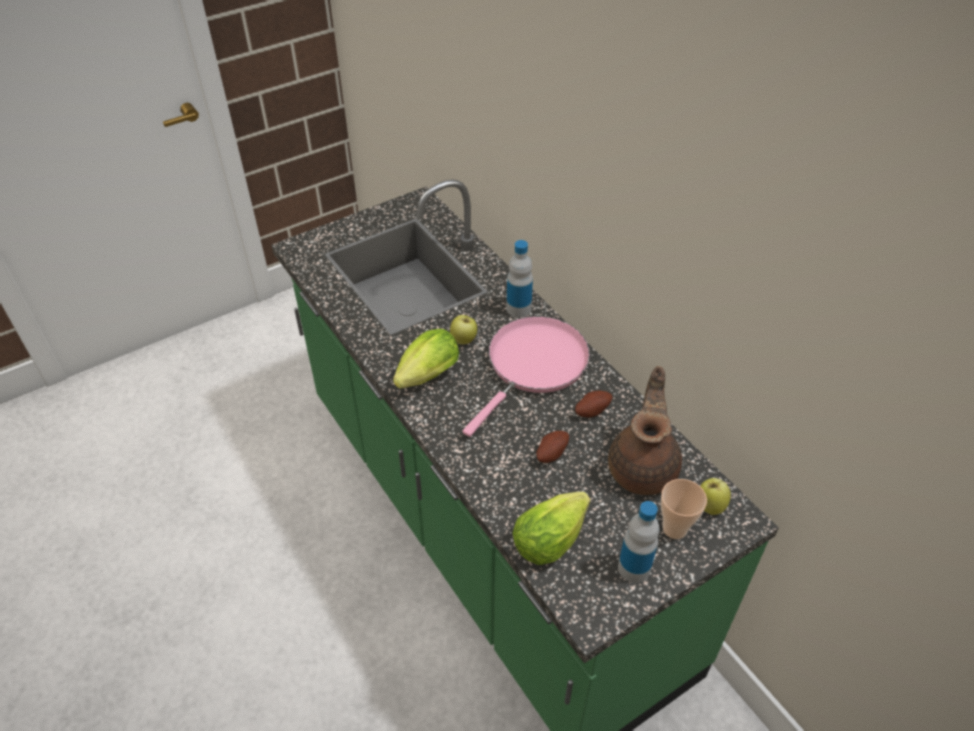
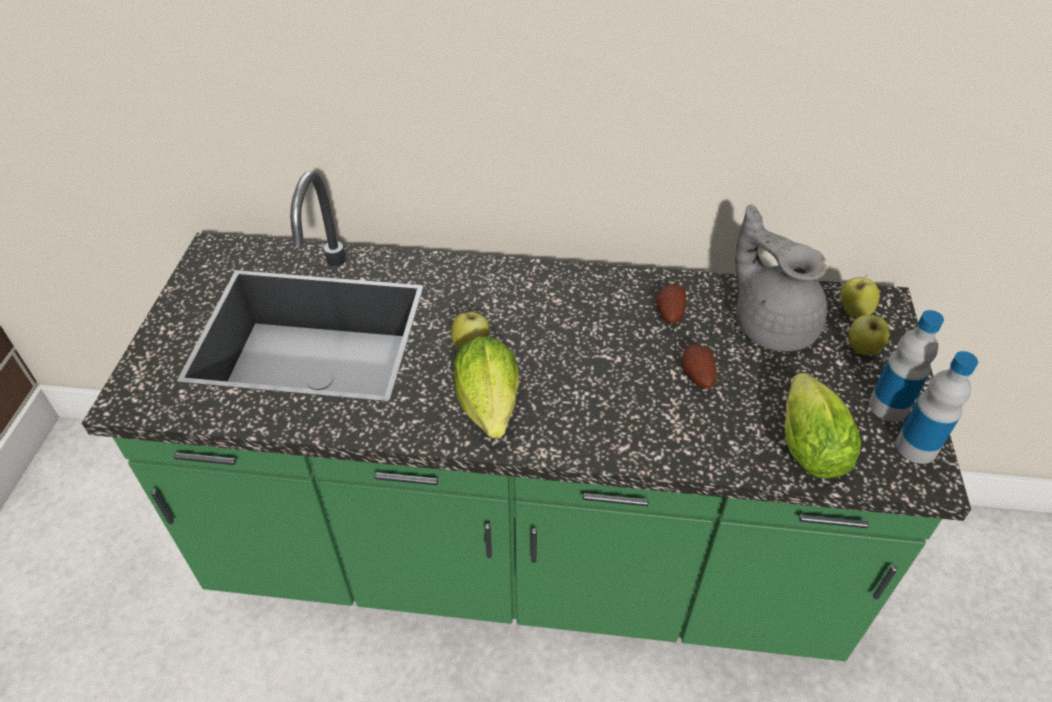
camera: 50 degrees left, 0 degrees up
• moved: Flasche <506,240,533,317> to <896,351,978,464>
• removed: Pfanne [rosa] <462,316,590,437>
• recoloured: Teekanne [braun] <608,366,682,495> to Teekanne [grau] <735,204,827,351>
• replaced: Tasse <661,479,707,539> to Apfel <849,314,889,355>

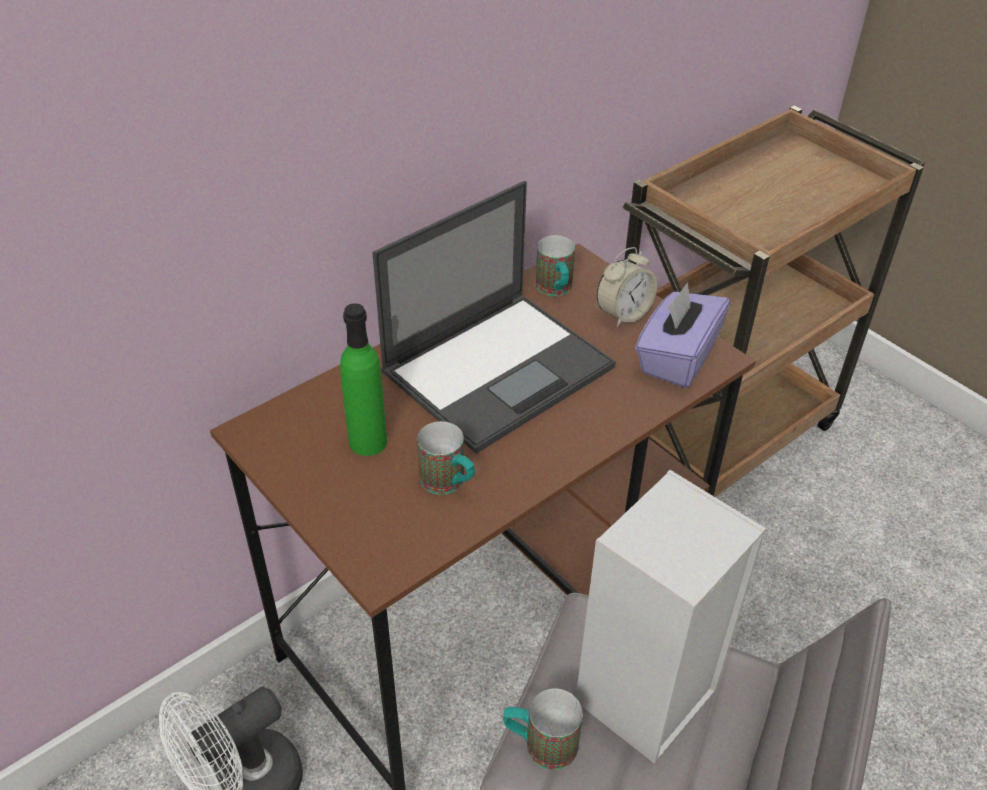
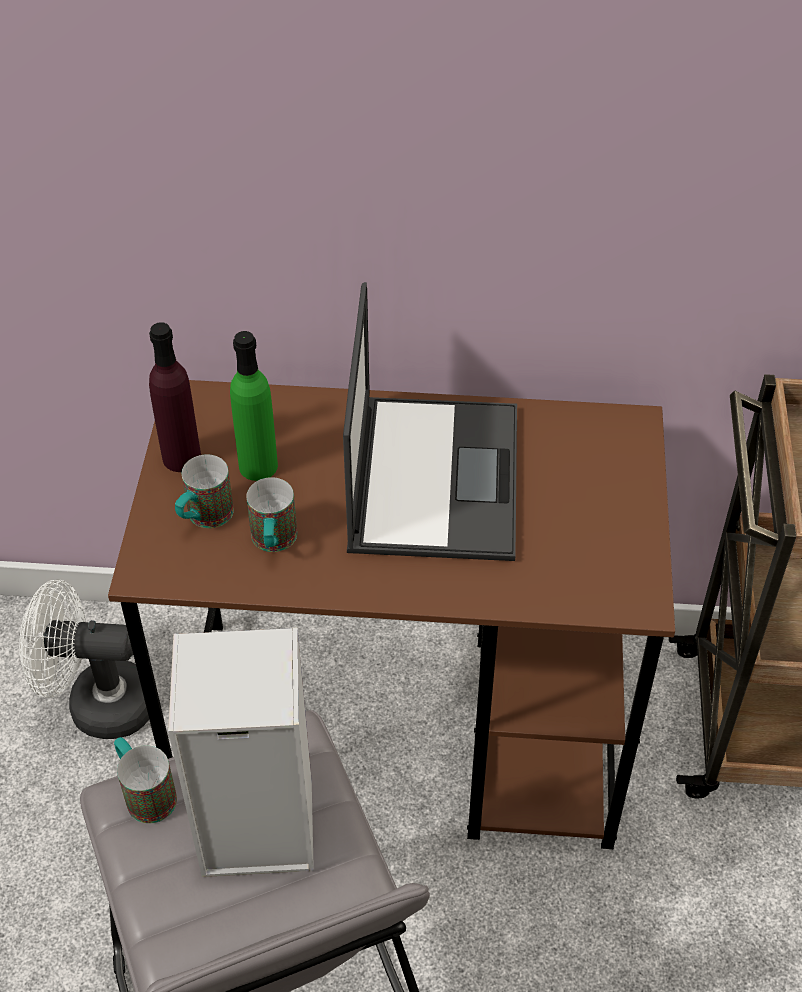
camera: 45 degrees right, 5 degrees up
• turned: Laptop <372,181,616,454> = <343,282,517,561> 90 degrees counterclockwise
• moved: Henkelbecher <536,235,575,296> to <175,454,234,528>
• removed: Wecker <596,247,657,327>
• removed: Taschentuchbox [lila] <635,282,730,388>
• added: Flasche [lila] <149,322,201,472>

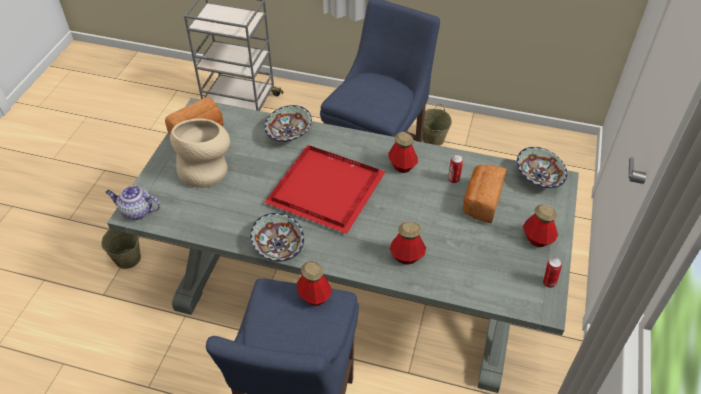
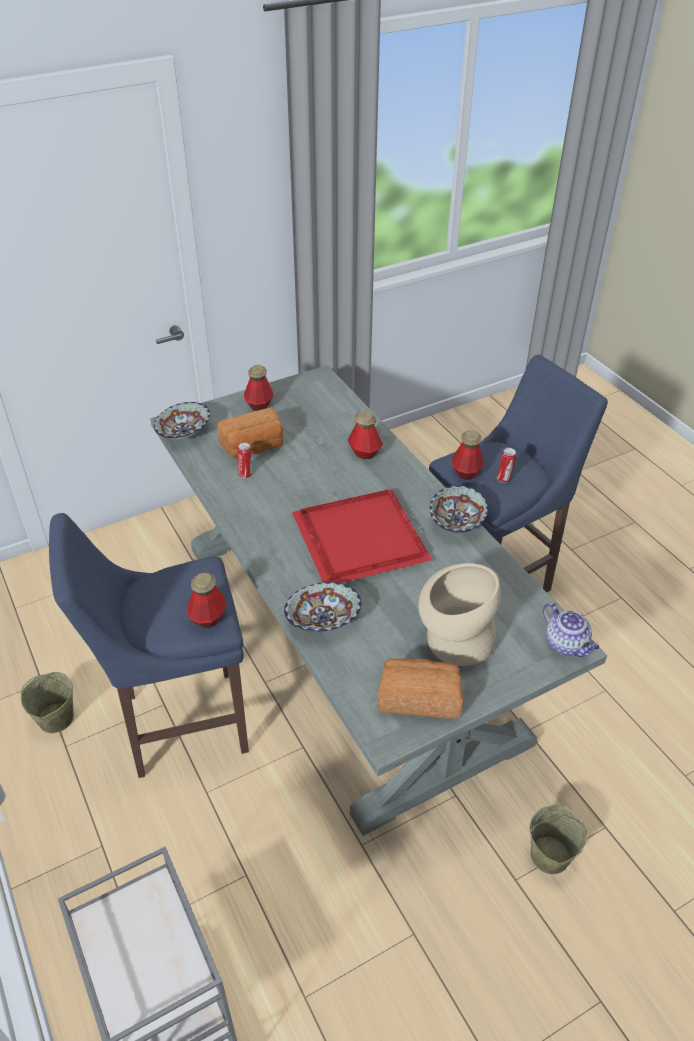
camera: 135 degrees left, 5 degrees down
• moved: Flasche <388,132,418,173> to <187,572,226,628>
• moved: Dose <543,257,562,288> to <497,448,516,483>

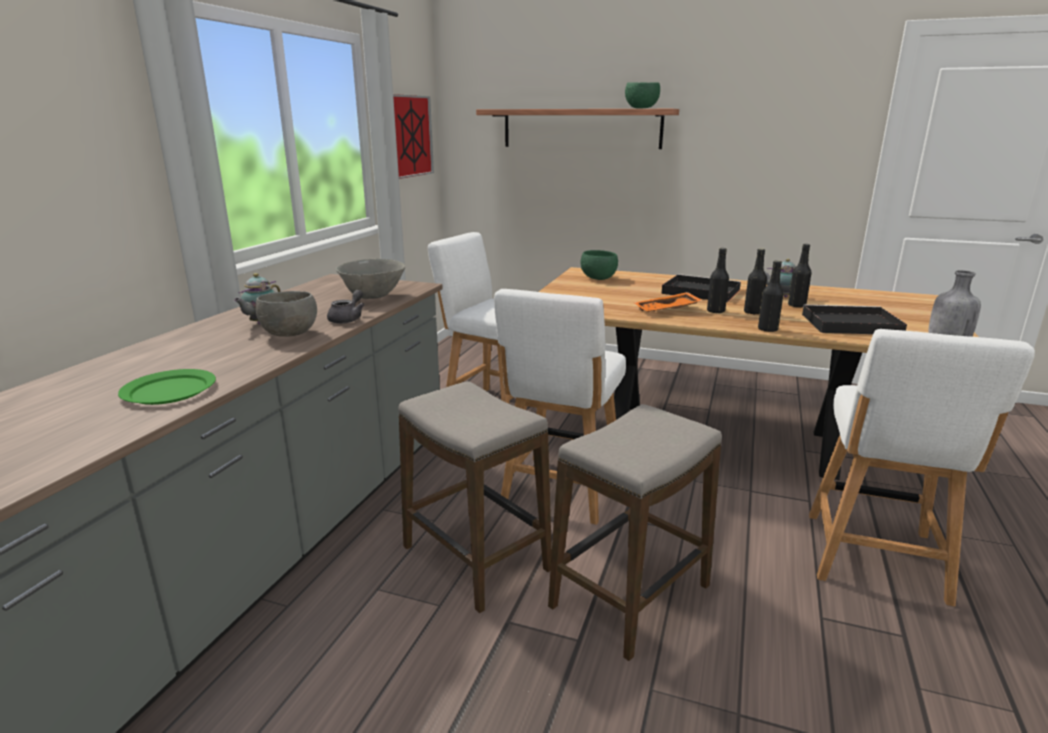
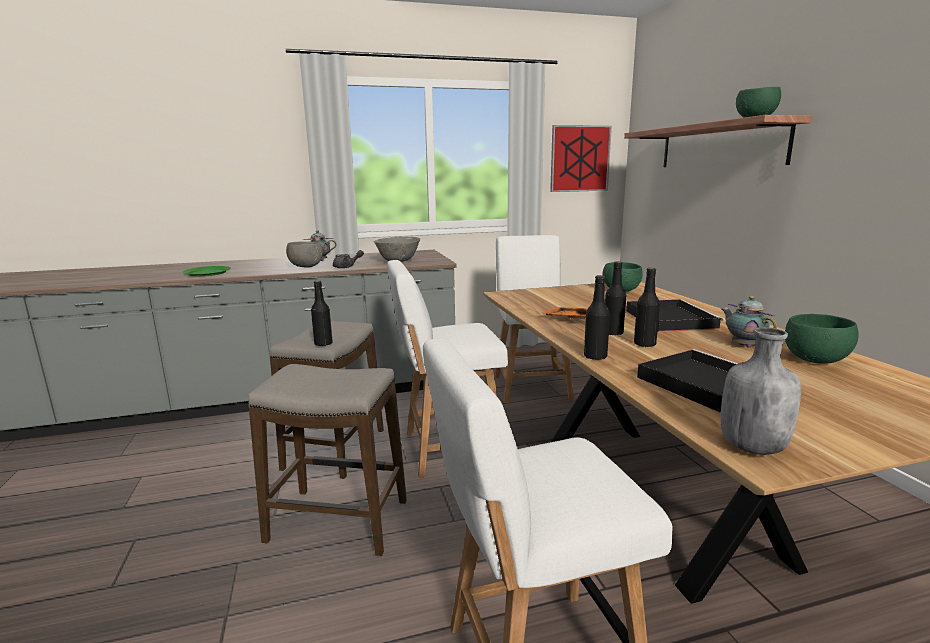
camera: 55 degrees right, 5 degrees down
• moved: Flasche [schwarz] <788,244,811,308> to <311,280,333,346>
• added: Schüssel [grün] <785,314,859,364>

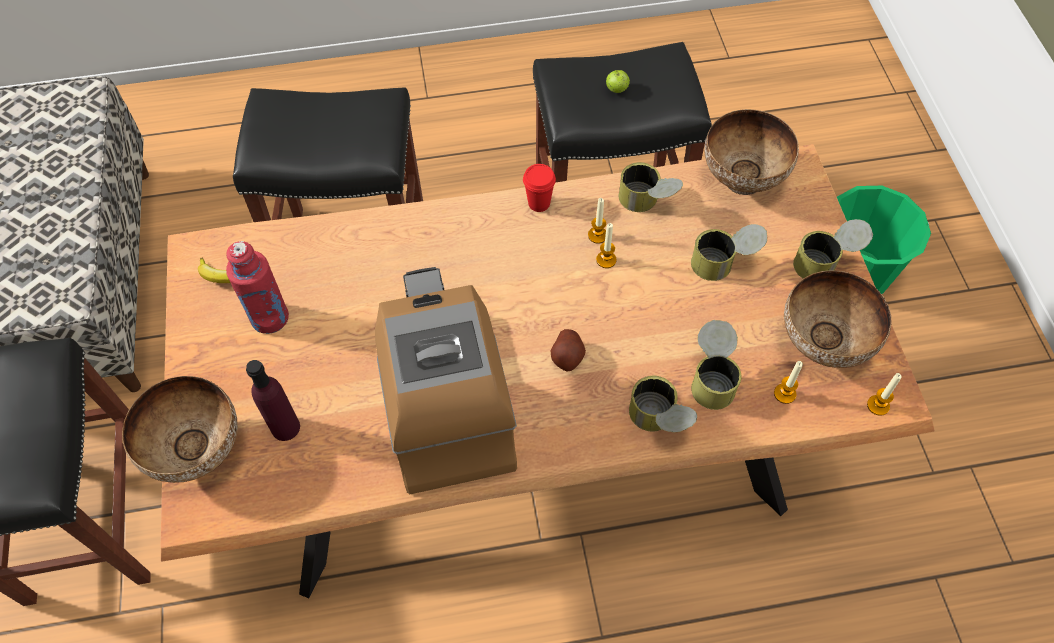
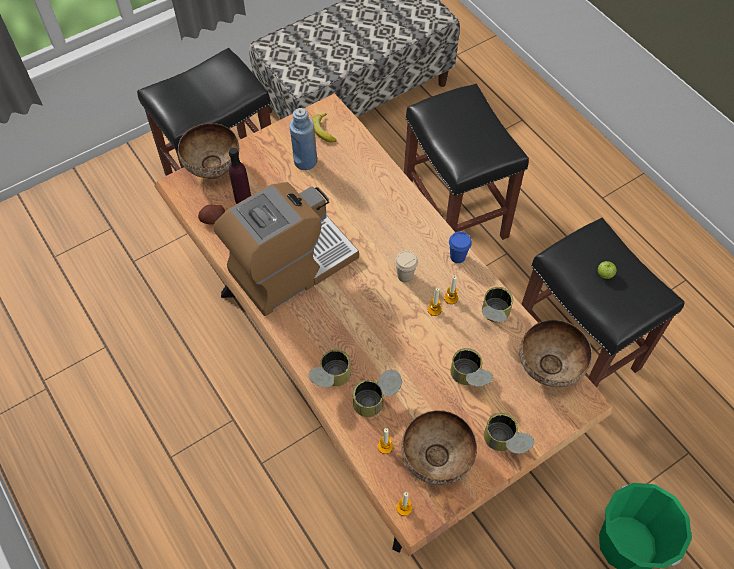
camera: 65 degrees right, 0 degrees up
• recoloured: Tasse [rot] <523,164,556,212> to Tasse [blau] <449,231,472,263>
• recoloured: Flasche [rot] <226,241,289,334> to Flasche [blau] <289,108,317,170>
• moved: Kartoffel <551,329,586,372> to <198,205,225,225>
• added: Tasse [beige] <395,251,418,283>

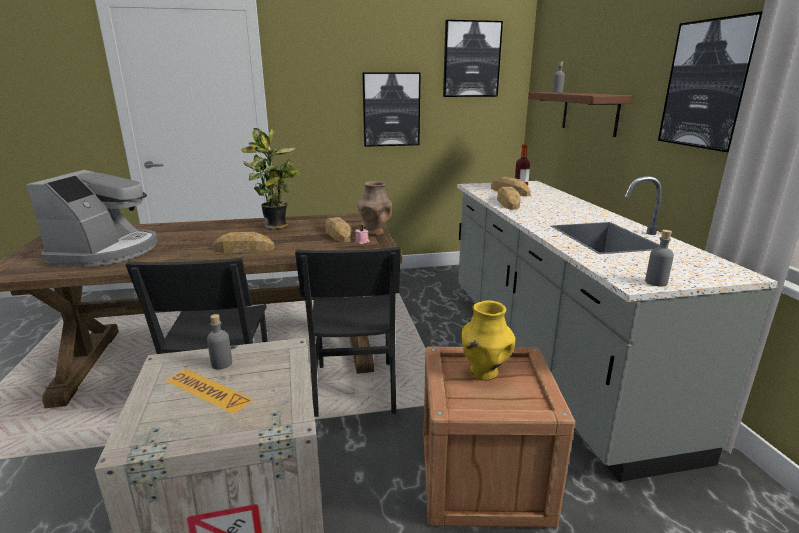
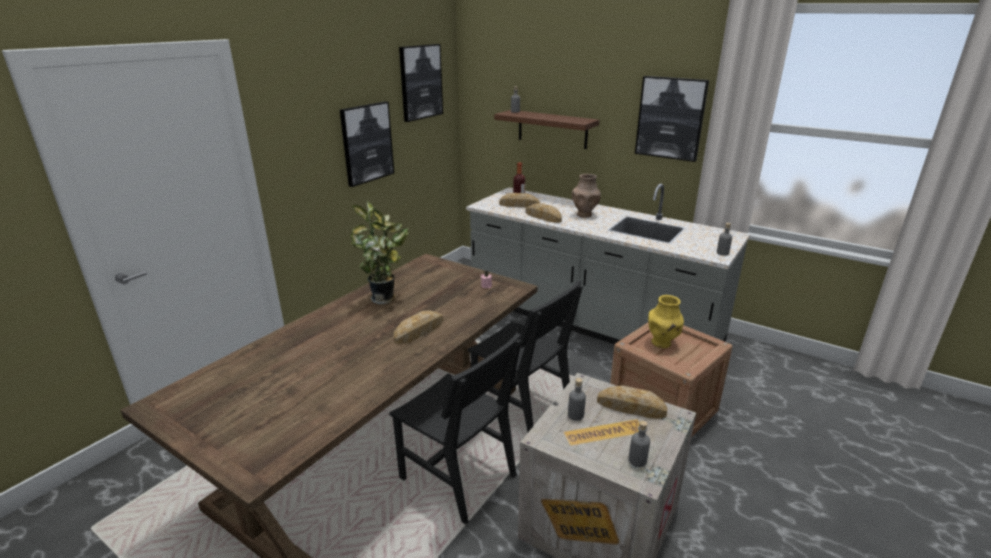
camera: 45 degrees left, 5 degrees up
• removed: Kaffeemaschine <26,170,157,266>
• moved: Vase [braun] <357,181,392,235> to <572,174,601,217>
• moved: Brot <325,217,351,242> to <597,386,668,419>
• added: Flasche [grau] <629,421,650,467>

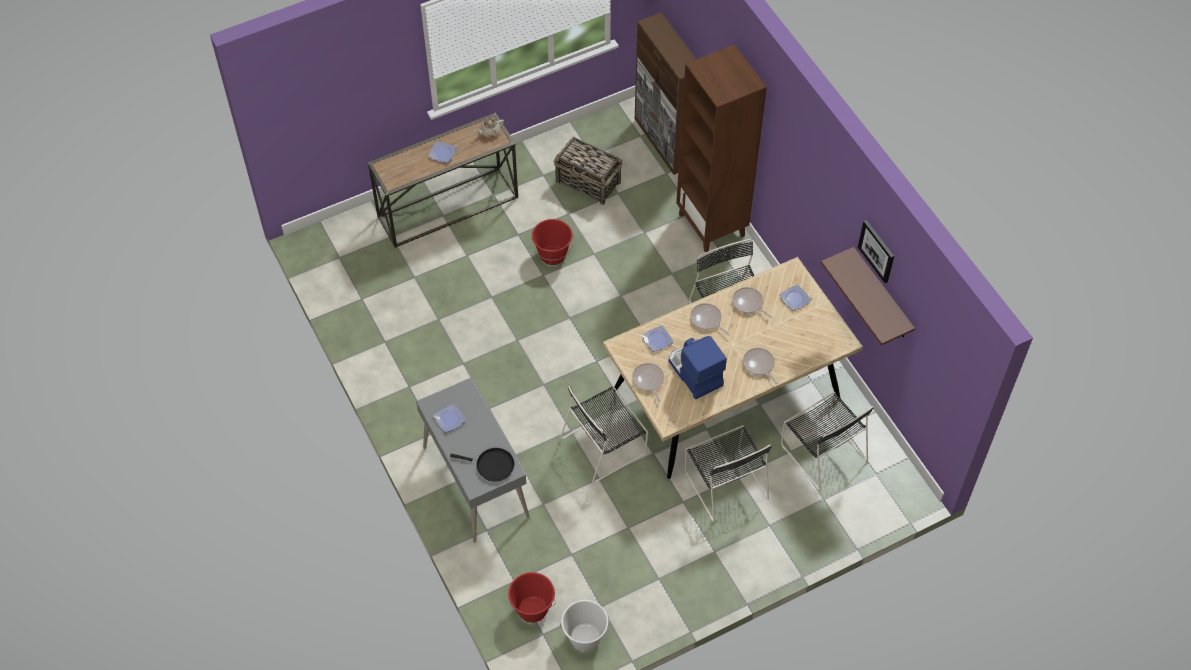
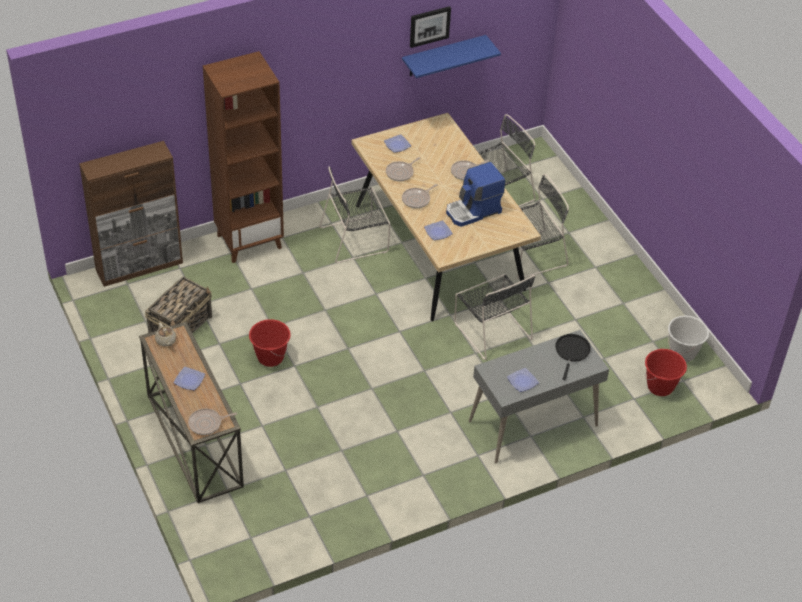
camera: 90 degrees left, 10 degrees down
• recoloured: Wandregal [braun] <821,247,915,345> to Wandregal [blau] <402,35,501,78>
• moved: Pfanne <632,363,664,402> to <188,408,237,435>

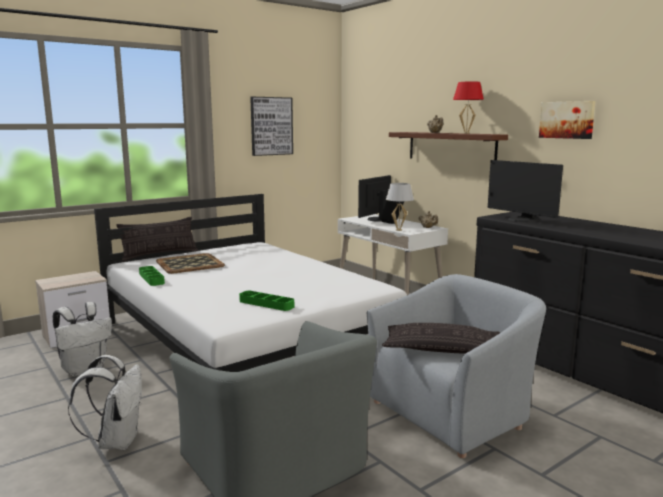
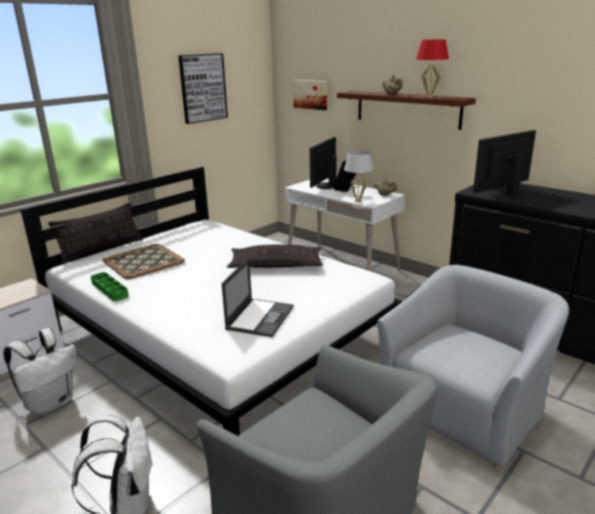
camera: 10 degrees left, 10 degrees up
• moved: Bild <539,101,596,139> to <293,80,327,110>
• turned: Monitor <488,160,563,222> = <473,130,536,200> 105 degrees clockwise
• replaced: Tablett [grün] <239,291,294,311> to Laptop <221,258,293,337>
• moved: Kissen <382,323,500,354> to <227,244,323,268>

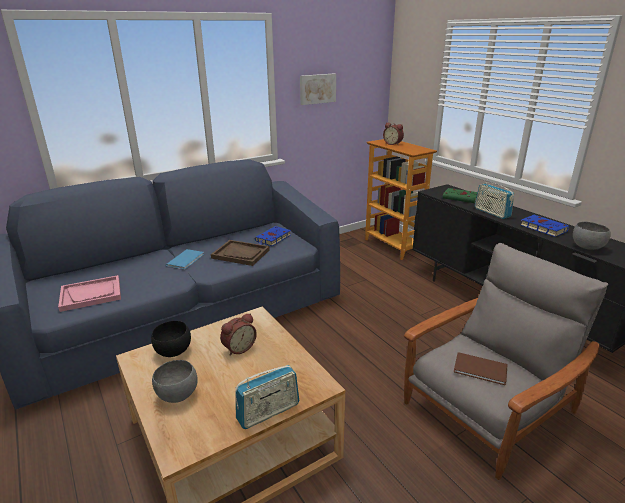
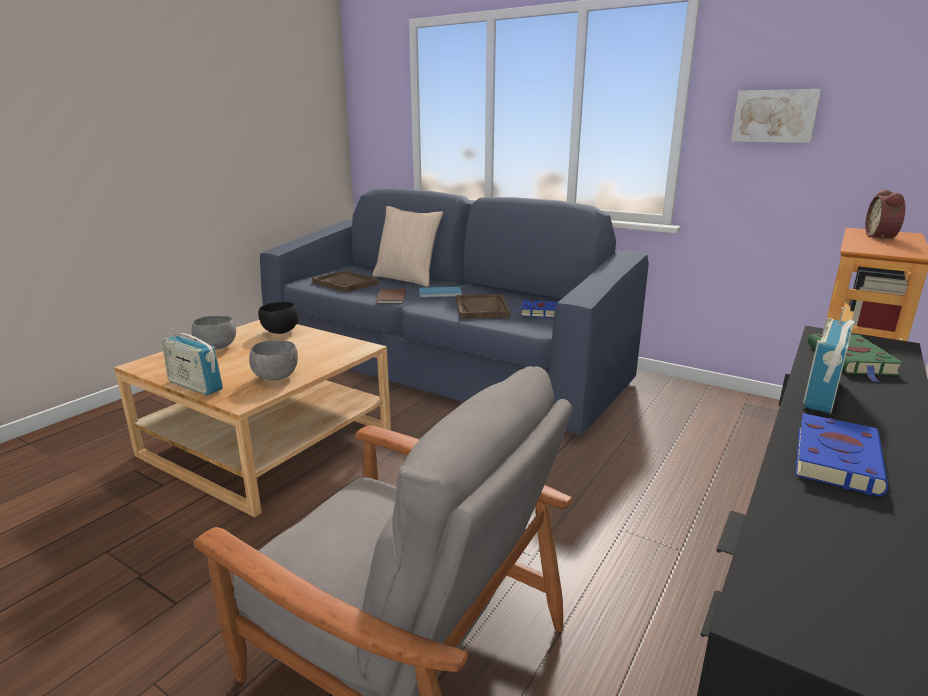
camera: 65 degrees right, 5 degrees down
• moved: Schüssel [grau] <573,222,611,250> to <249,340,298,381>
• recoloured: Tablett [rosa] <58,275,121,312> to Tablett [braun] <312,271,379,292>
• removed: Wecker <220,313,257,356>
• moved: Buch [braun] <454,352,508,385> to <376,289,406,304>
• added: Kissen [beige] <372,206,443,286>

